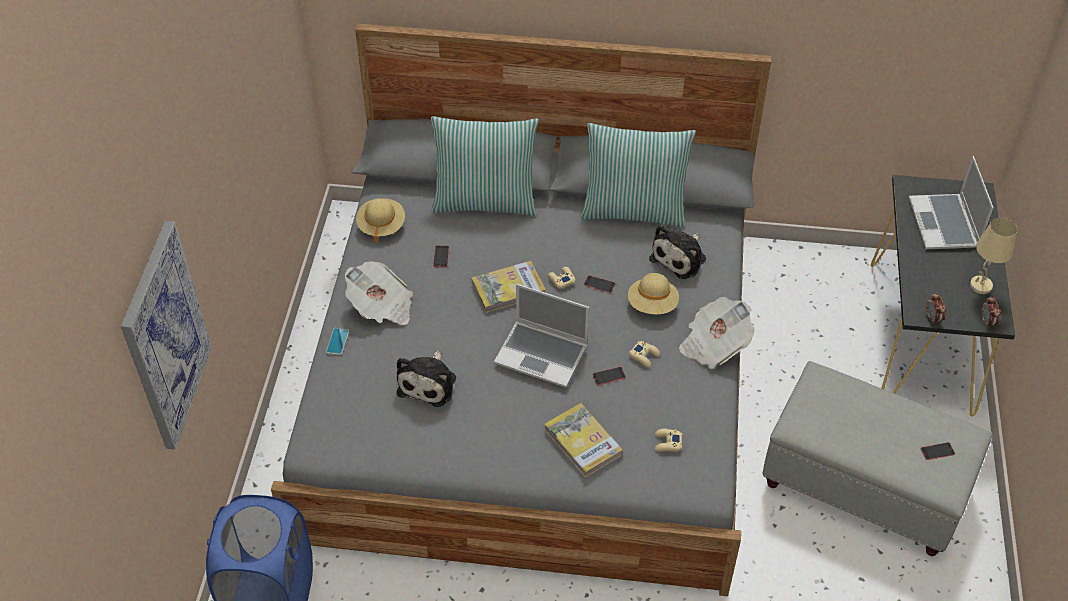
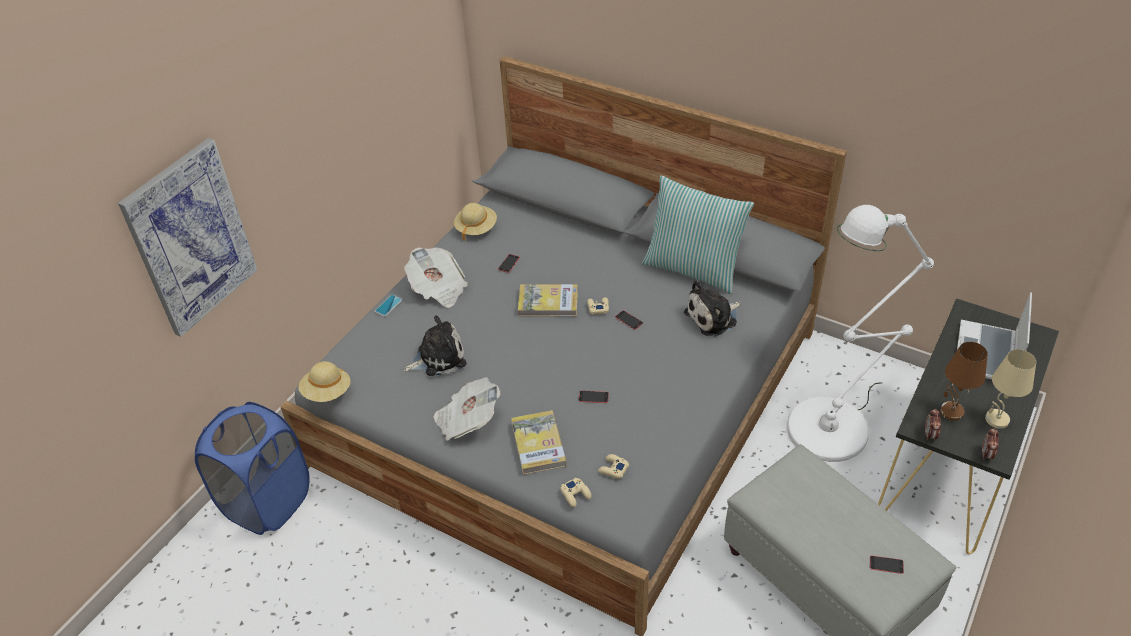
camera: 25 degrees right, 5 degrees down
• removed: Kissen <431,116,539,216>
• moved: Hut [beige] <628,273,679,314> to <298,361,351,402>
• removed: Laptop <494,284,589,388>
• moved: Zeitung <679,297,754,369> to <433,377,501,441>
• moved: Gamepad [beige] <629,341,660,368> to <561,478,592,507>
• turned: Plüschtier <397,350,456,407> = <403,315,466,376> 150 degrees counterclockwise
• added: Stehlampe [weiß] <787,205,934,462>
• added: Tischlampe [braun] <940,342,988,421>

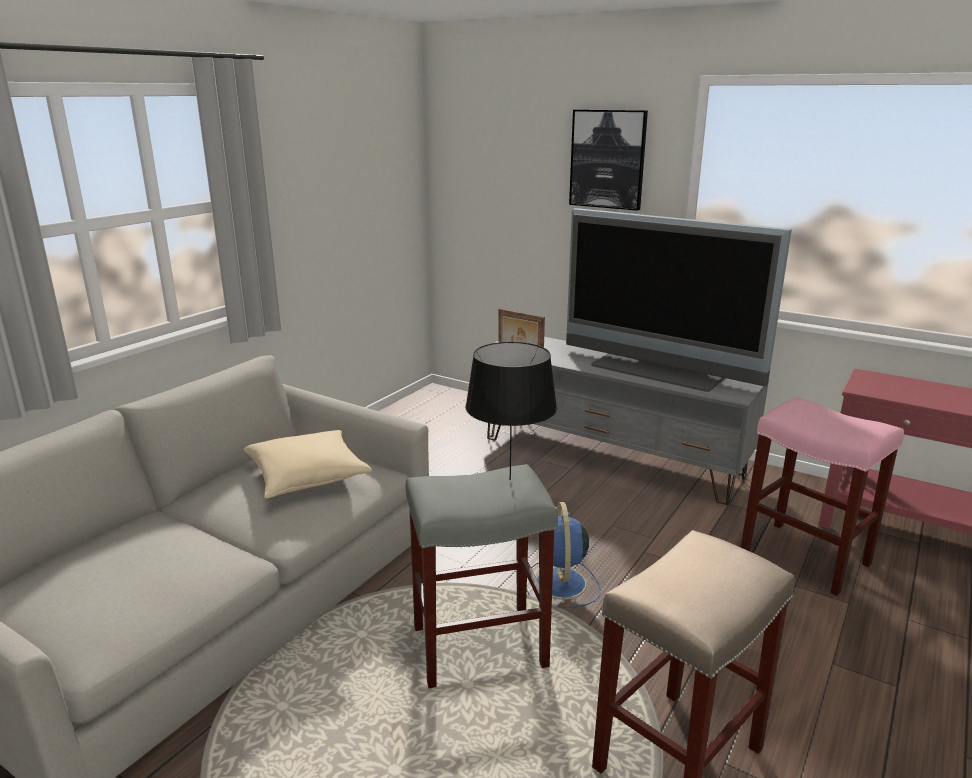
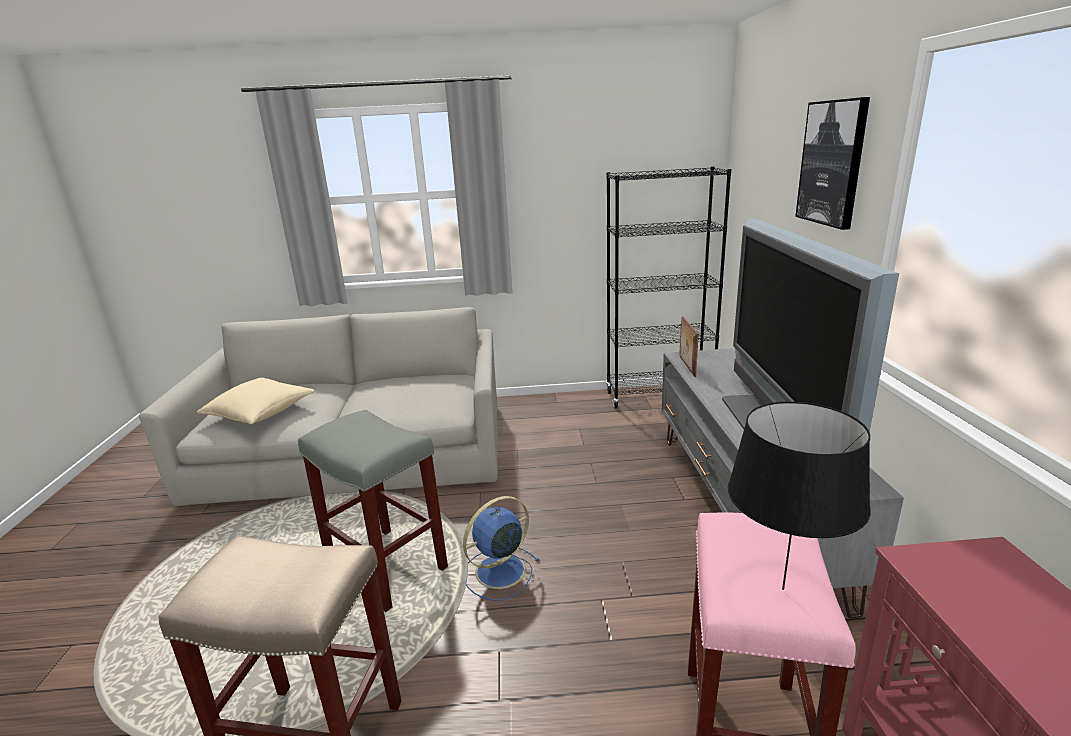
camera: 55 degrees right, 0 degrees up
• moved: Tischlampe [schwarz] <465,342,557,480> to <728,402,871,590>
• moved: Kissen [beige] <243,430,372,498> to <197,377,315,424>
• added: Bücherregal [schwarz] <606,166,731,409>

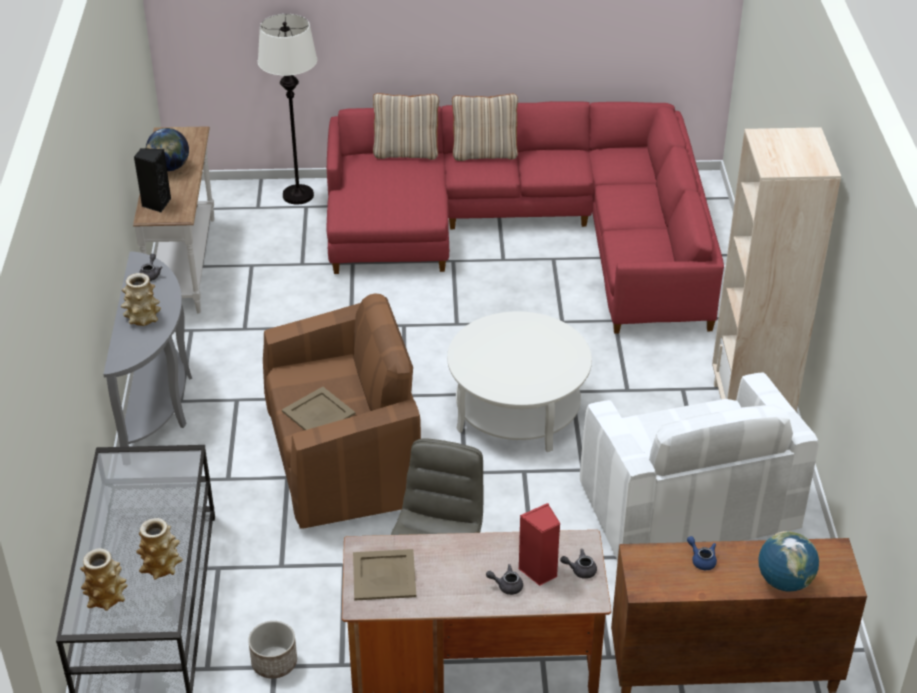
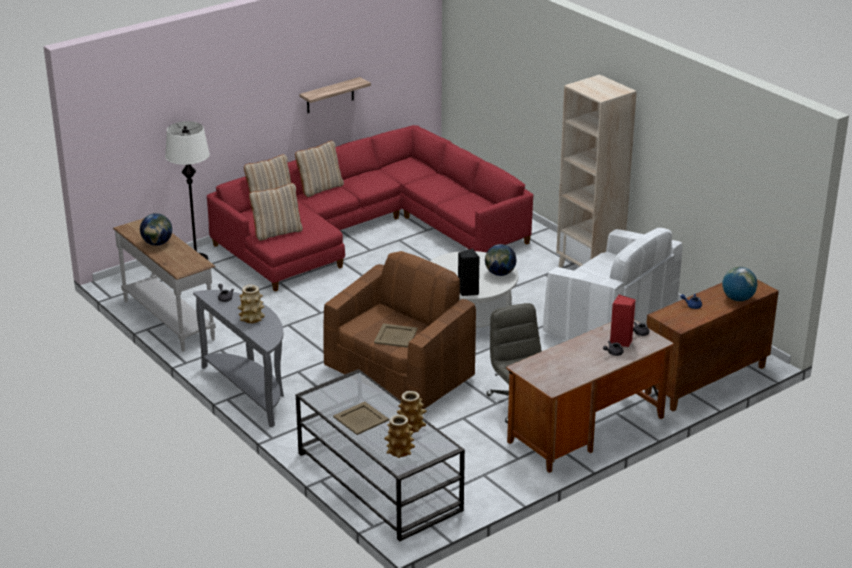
camera: 35 degrees left, 10 degrees down
• moved: Lautsprecher [schwarz] <134,148,171,213> to <458,248,480,296>
• moved: Tablett [beige] <353,549,416,601> to <333,402,389,435>
• removed: Pflanzkübel <248,621,297,679>
• added: Wandregal <299,77,371,113>
• added: Kissen [beige] <249,183,303,241>
• added: Globus <485,244,516,276>

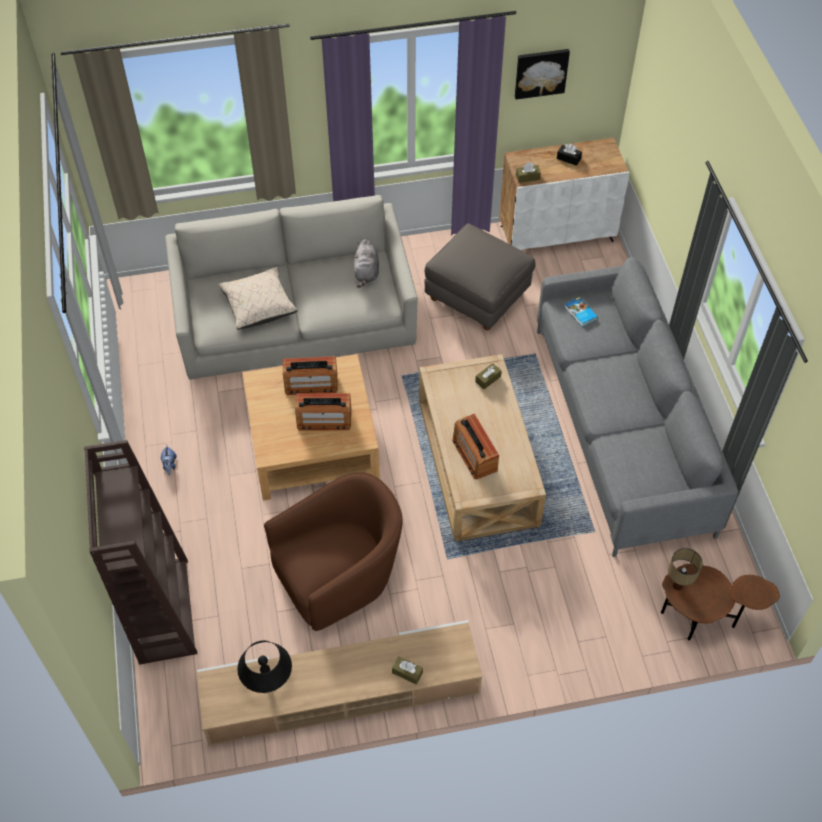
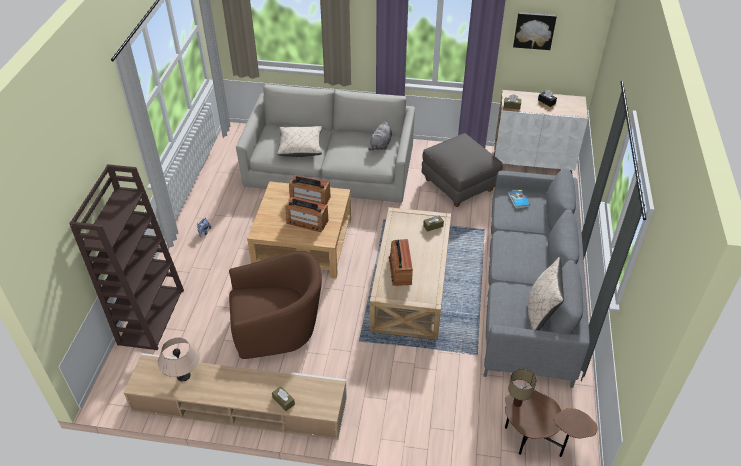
camera: 20 degrees right, 10 degrees down
• recoloured: Tischlampe [schwarz] <237,641,292,693> to Tischlampe [beige] <158,338,200,382>
• added: Kissen [beige] <528,257,564,330>

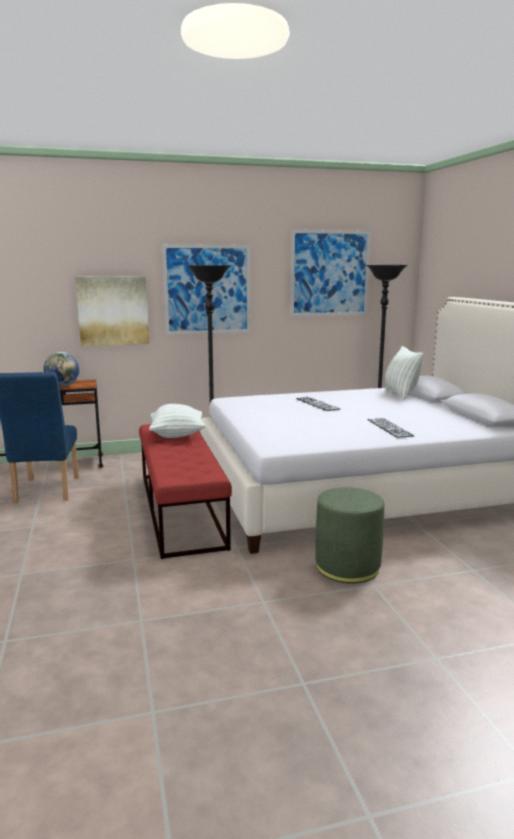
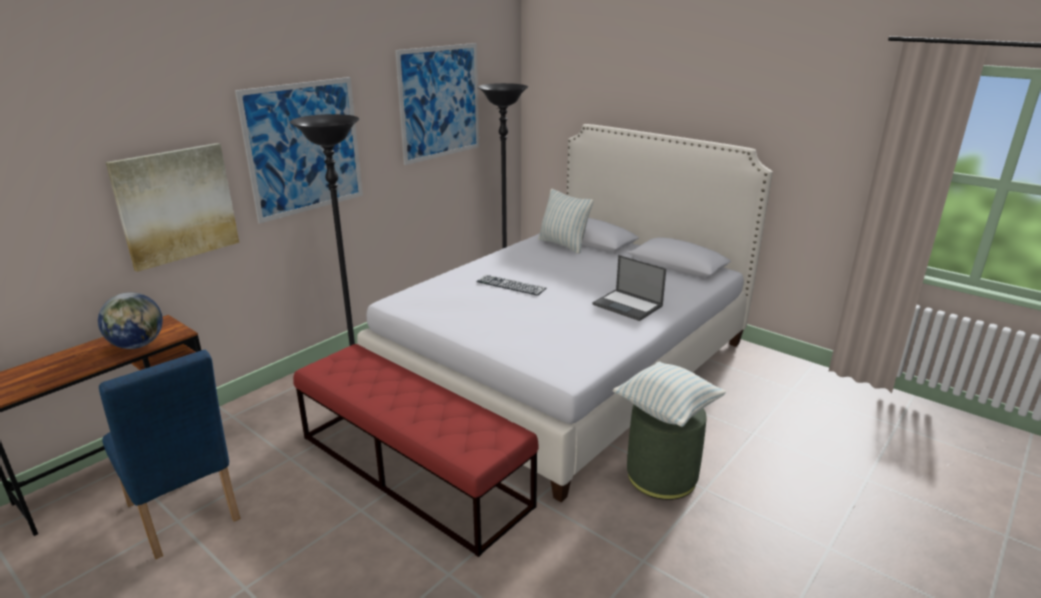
camera: 35 degrees left, 10 degrees up
• moved: Kissen <149,404,206,438> to <613,361,727,427>
• replaced: Tastatur <367,418,414,438> to Laptop <592,255,666,321>

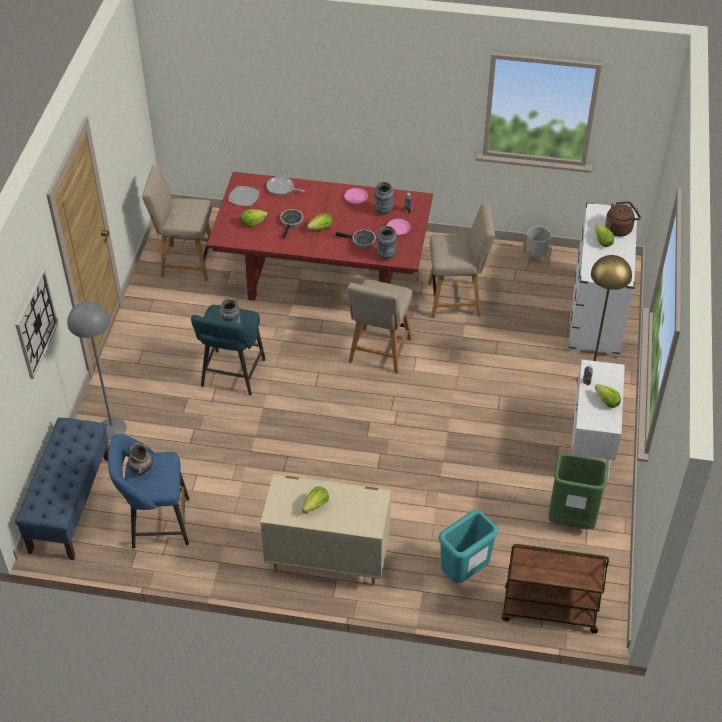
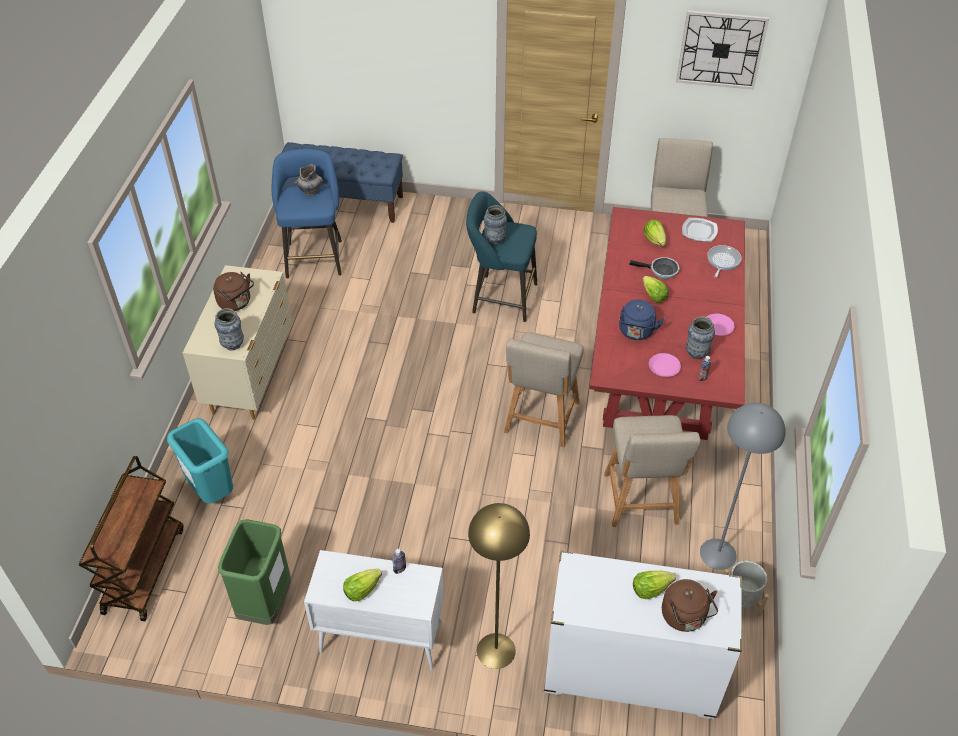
camera: 90 degrees right, 0 degrees up
• moved: Vase <377,226,397,260> to <214,308,244,350>
• replaced: Pfanne <336,230,376,248> to Wasserkessel [blau] <619,300,664,340>
• moved: Wanduhr <15,269,58,379> to <676,10,769,90>
• turned: Stuhl [beige] <347,280,412,374> = <504,332,583,447> 90 degrees counterclockwise
• moved: Stehlampe [grau] <67,301,127,440> to <700,403,786,570>
• replaced: Salatkopf <302,486,329,513> to Wasserkessel [braun] <213,272,254,311>

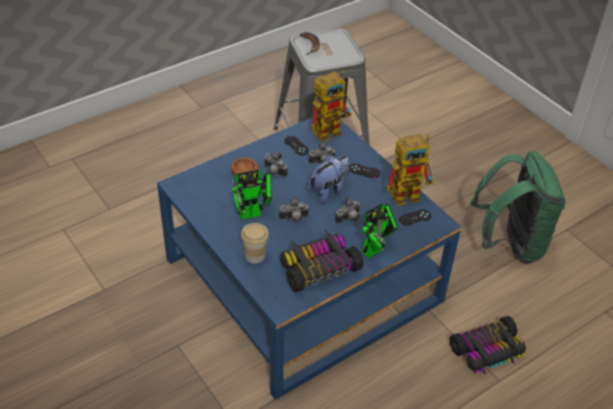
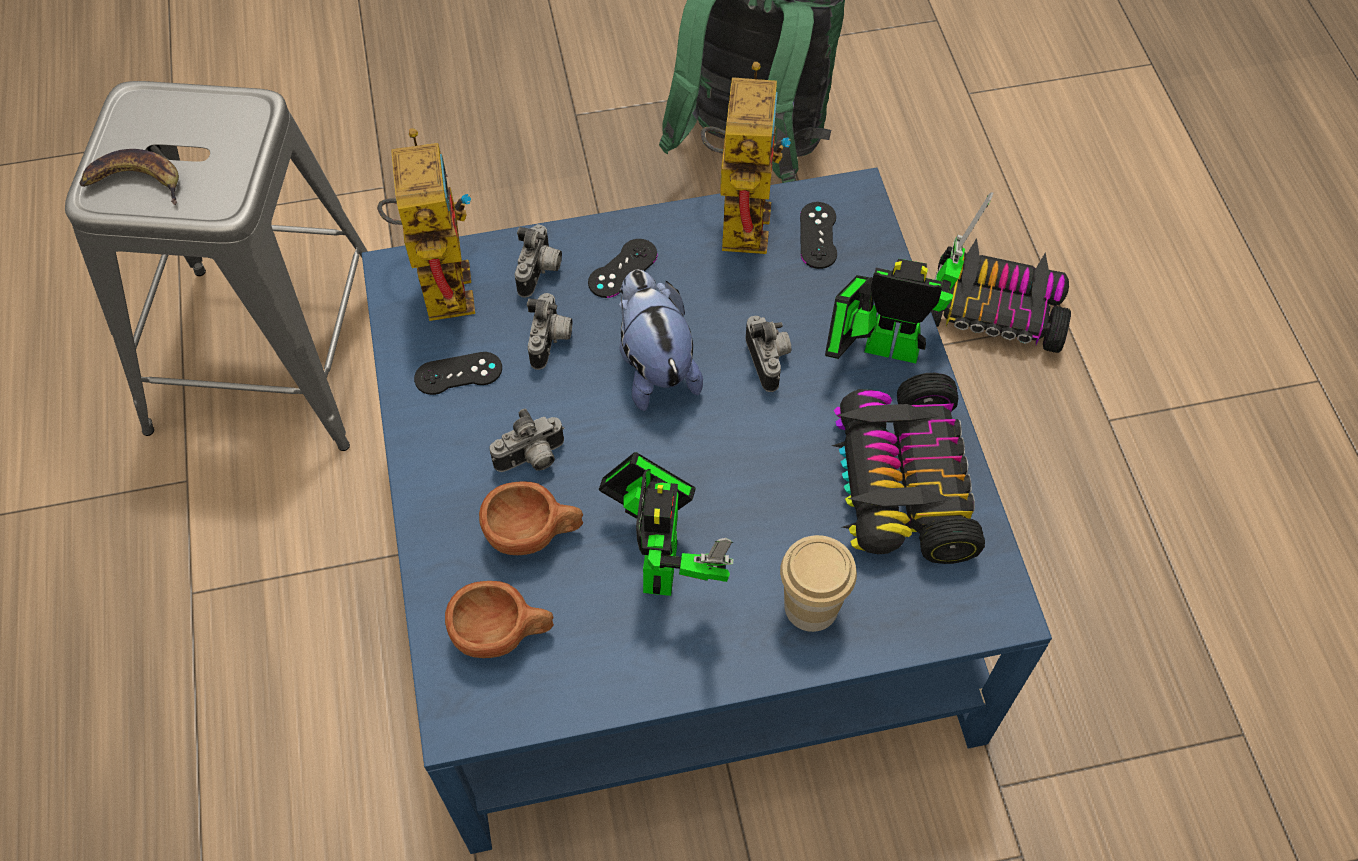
camera: 65 degrees left, 15 degrees up
• moved: Kamera <279,196,309,222> to <515,224,562,298>
• turned: Spielzeugroboter <362,204,399,258> = <825,192,993,363> 60 degrees counterclockwise
• turned: Spielzeugauto <449,316,526,375> = <931,238,1071,353> 75 degrees counterclockwise
• added: Tasse [braun] <445,581,554,658>

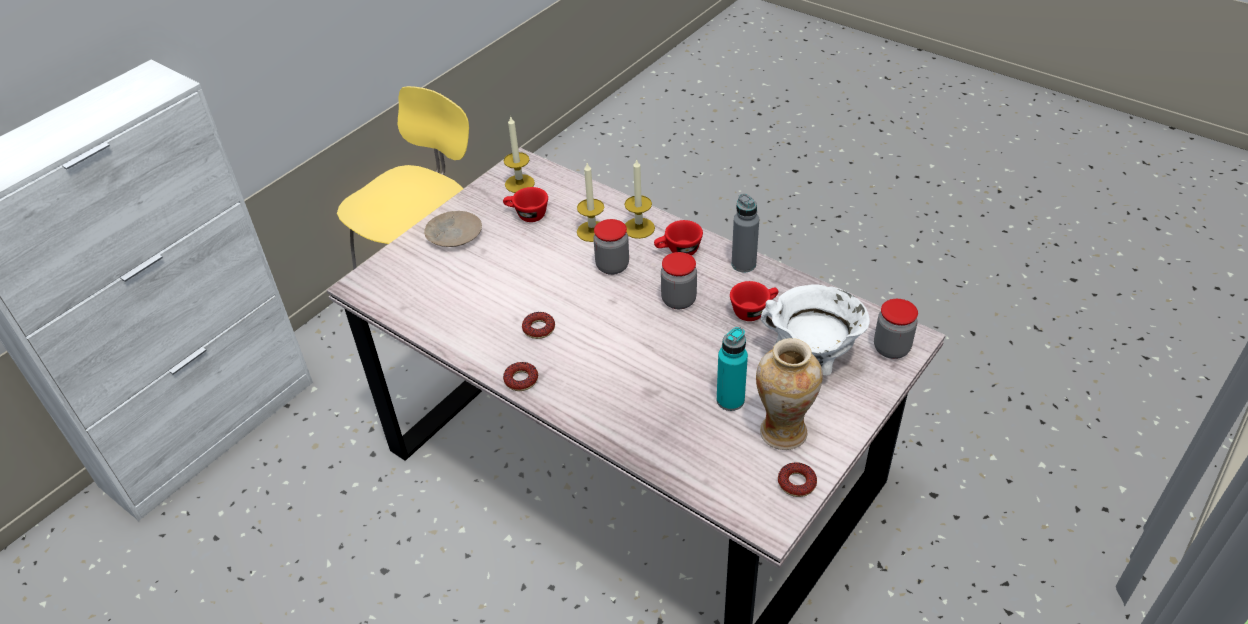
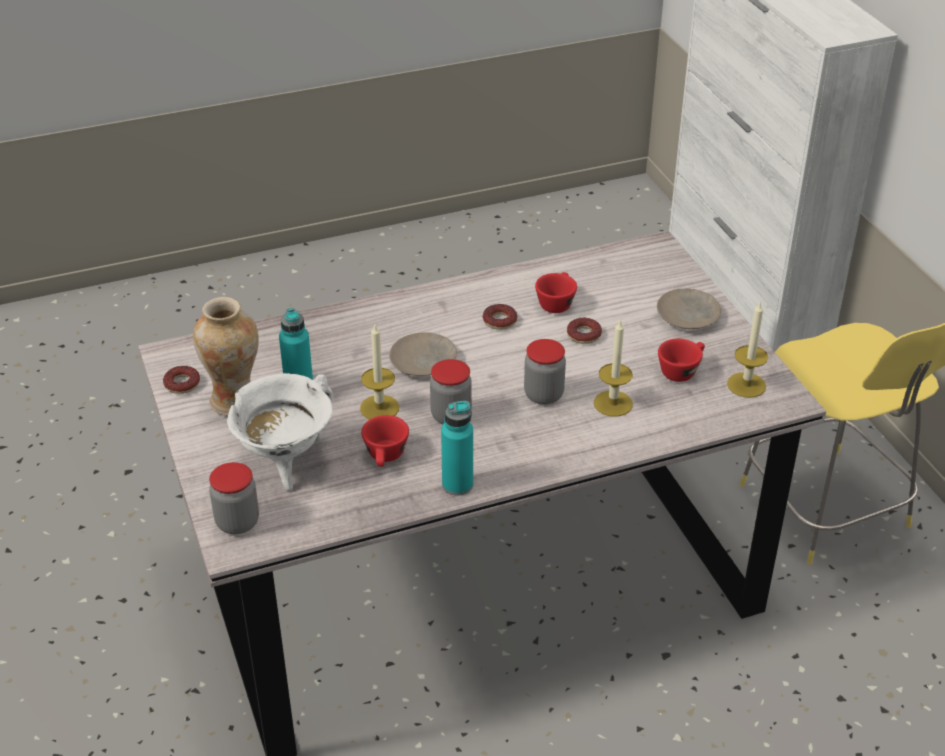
camera: 120 degrees right, 5 degrees down
• moved: Kerze <624,158,655,239> to <360,325,399,419>
• recoloured: Flasche [grau] <732,193,759,273> to Flasche [türkis] <441,401,473,496>
• moved: Tasse [rot] <654,220,703,256> to <535,272,577,313>
• moved: Donut <503,362,538,391> to <567,318,602,344>
• added: Teller [beige] <389,332,457,376>

